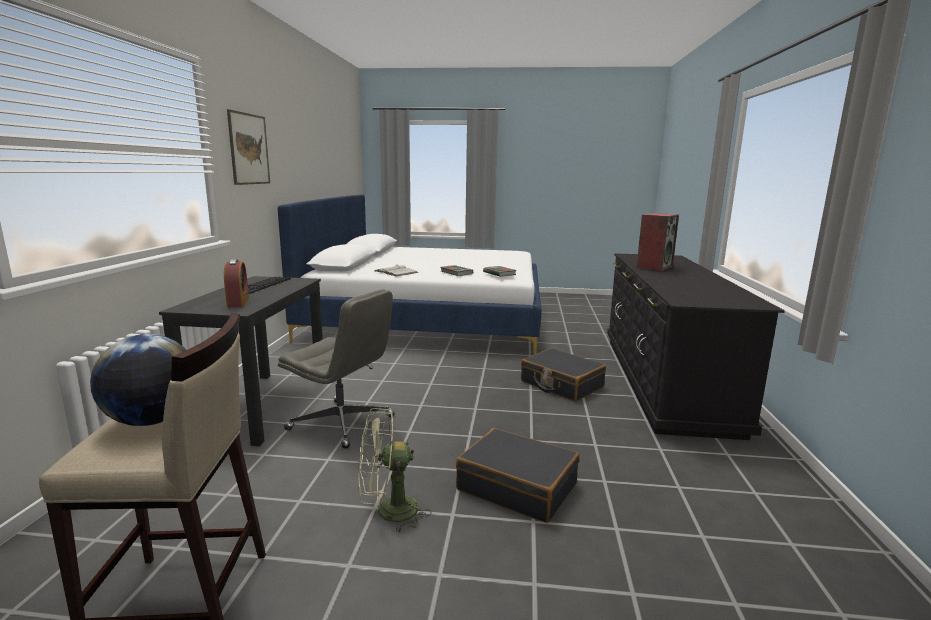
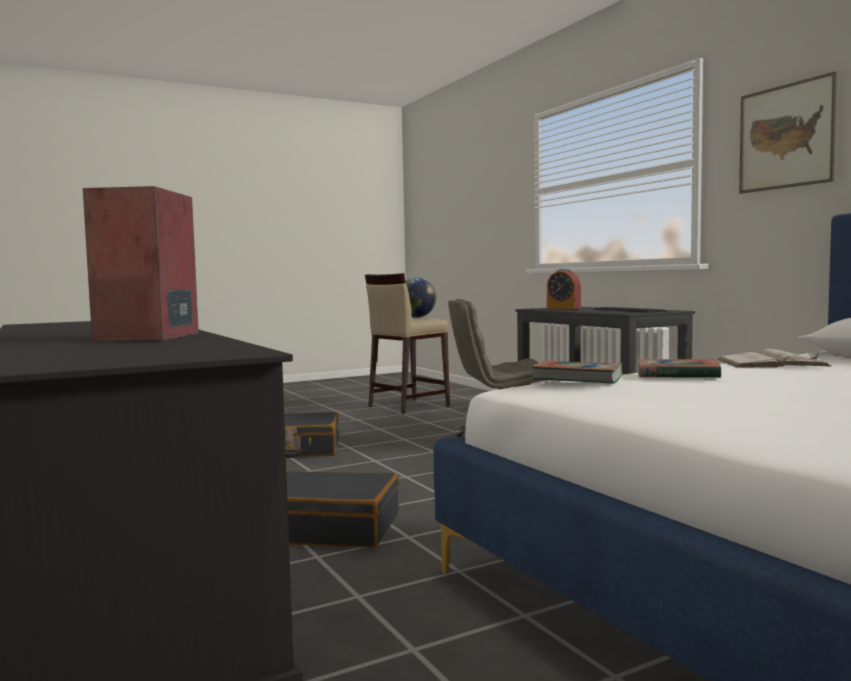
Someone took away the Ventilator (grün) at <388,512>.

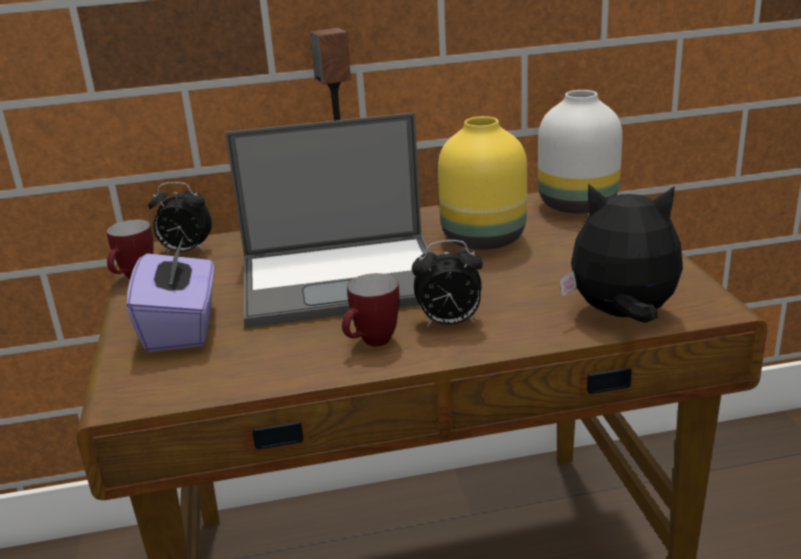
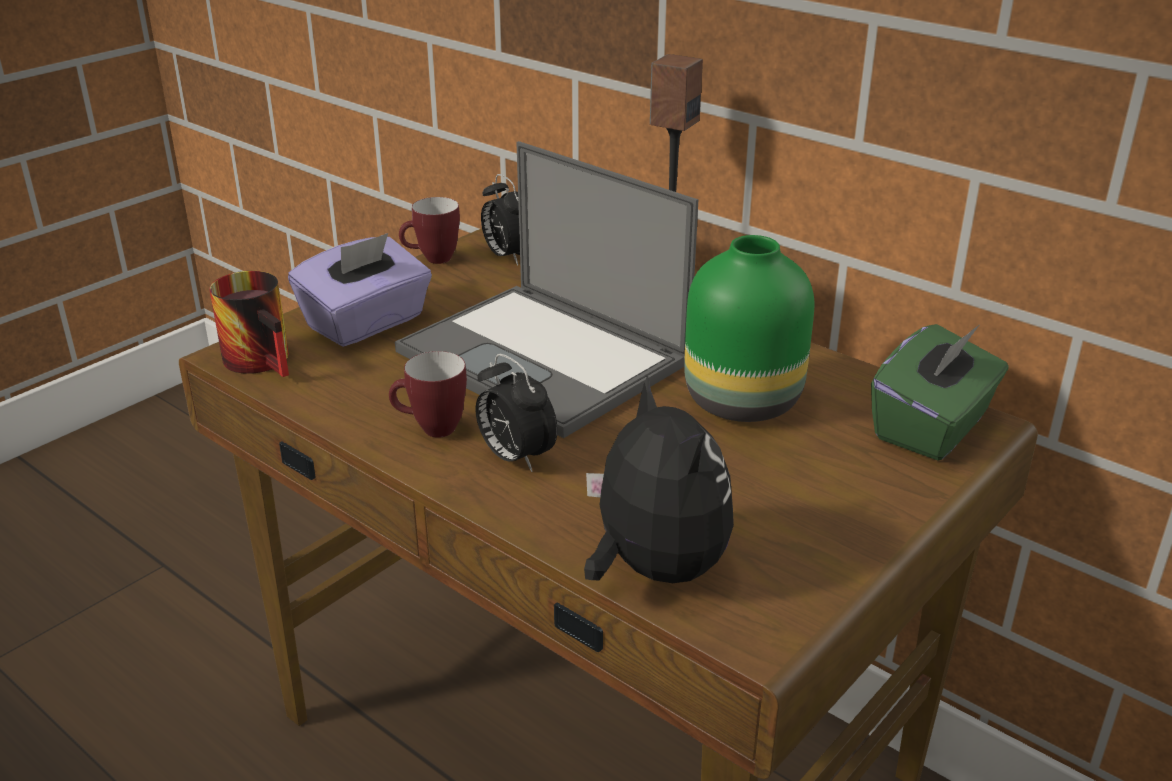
Someone swapped the Vase (weiß) at <575,204> for the Taschentuchbox (grün) at <933,427>. Someone repainted the Vase (gelb) at <481,239>, which became the Vase (grün) at <739,400>. Someone put down the Henkelbecher at <267,360>.

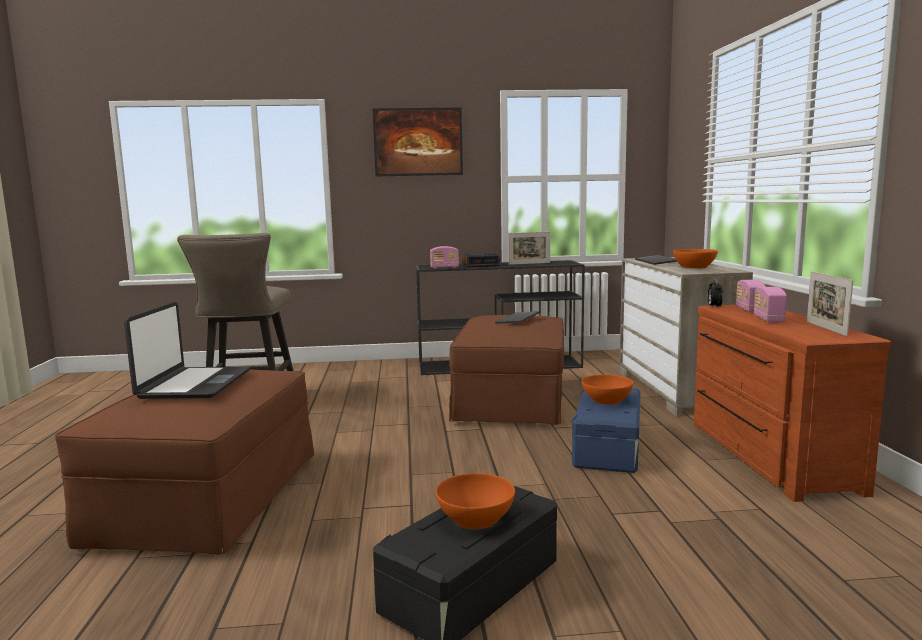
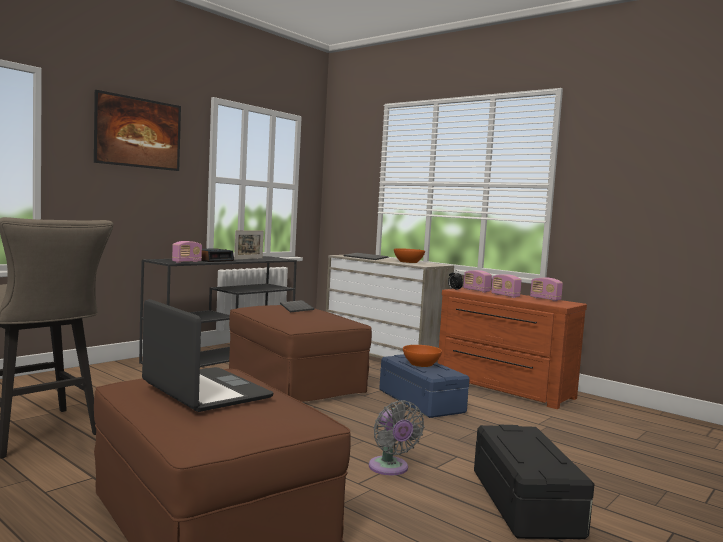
Someone swapped the Bilderrahmen at <826,328> for the Radio at <545,299>. Someone took away the Schüssel (orange) at <476,518>. Someone put down the Ventilator (grau) at <390,468>.

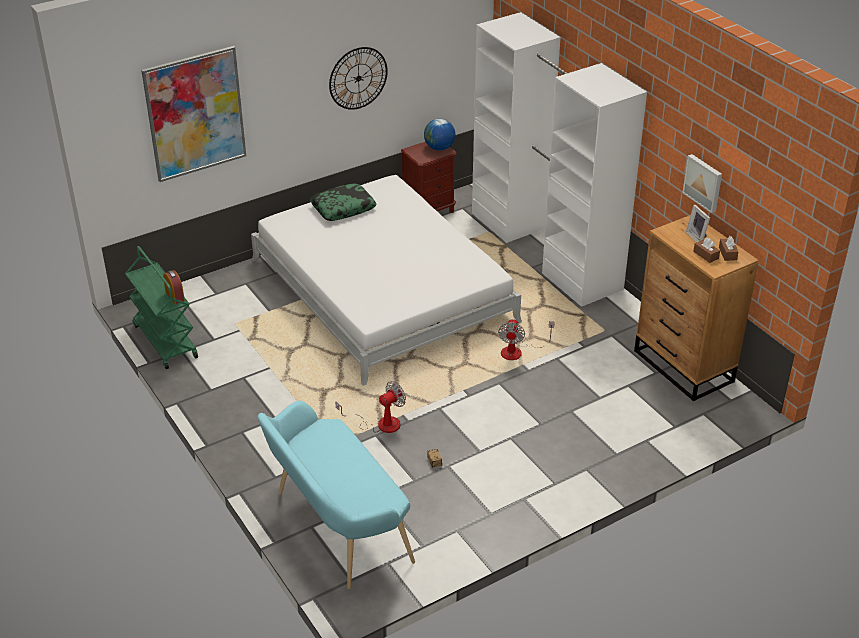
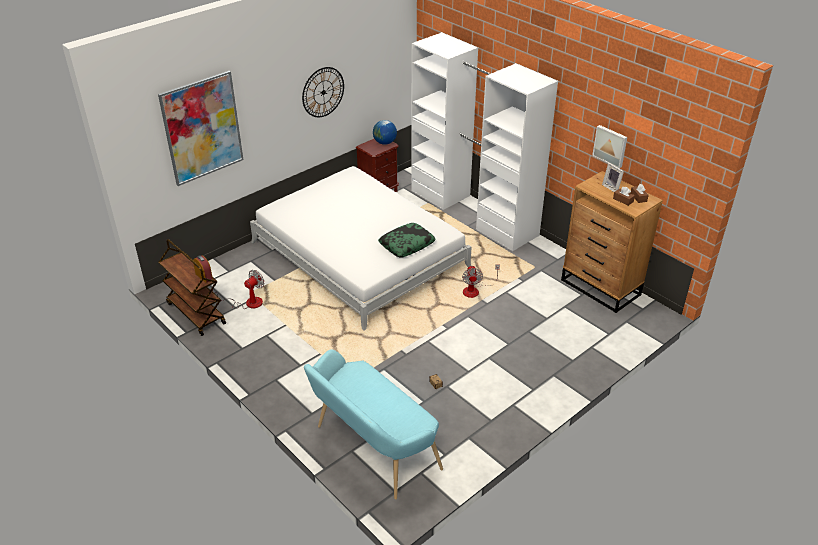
Someone carried the Kissen from <343,208> to <407,244>. Someone repainted the Rollwagen (grün) at <164,341>, which became the Rollwagen (braun) at <195,313>. Someone carried the Ventilator from <380,424> to <248,303>.

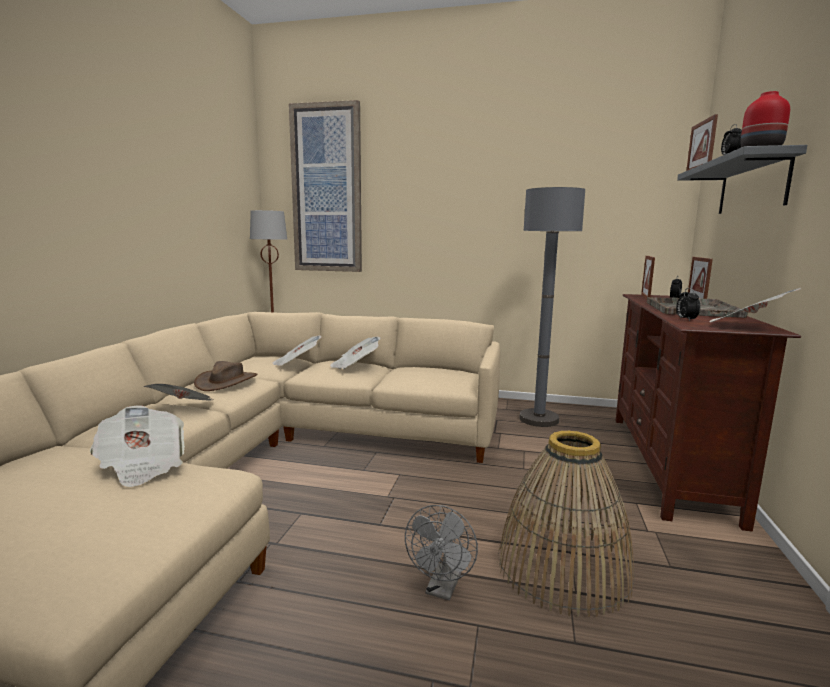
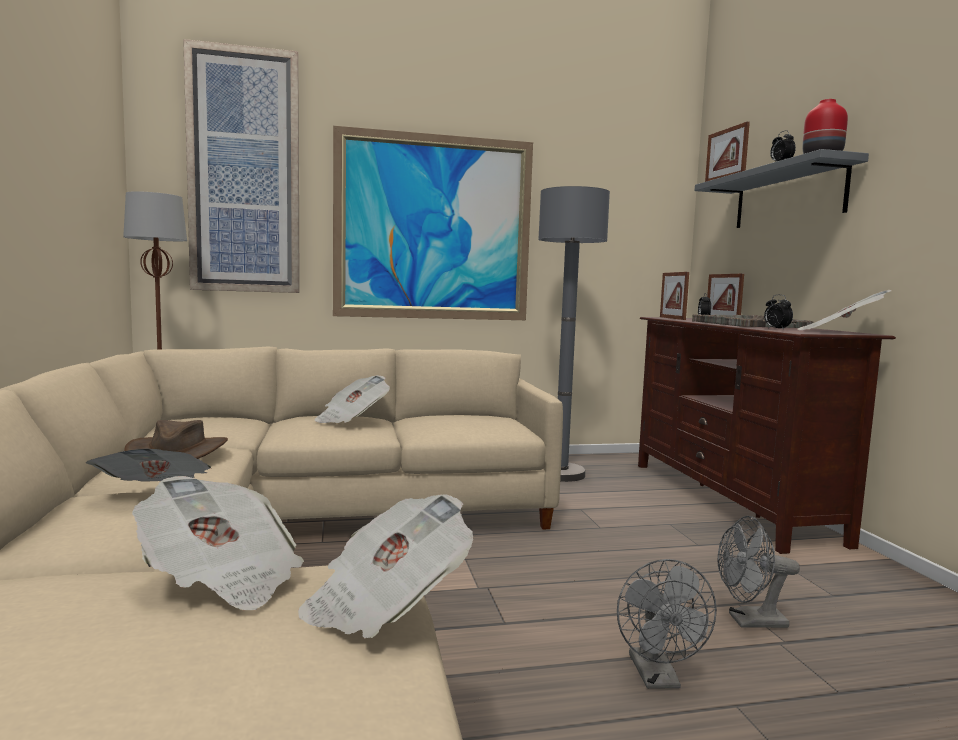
Someone carried the Zeitung from <296,363> to <385,603>. Someone swapped the Korb at <563,568> for the Ventilator (grau) at <749,621>. Someone put up the Bild at <434,228>.

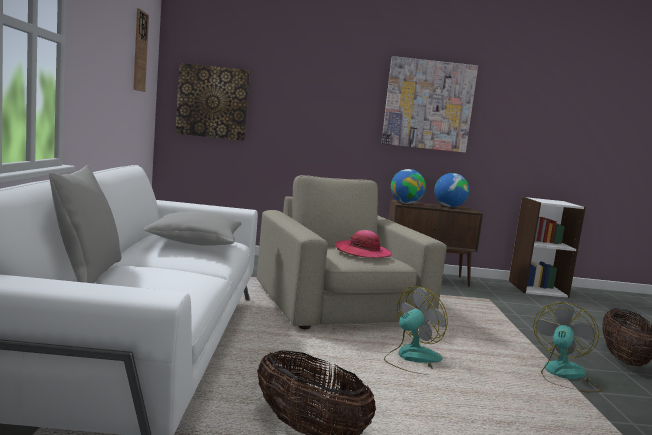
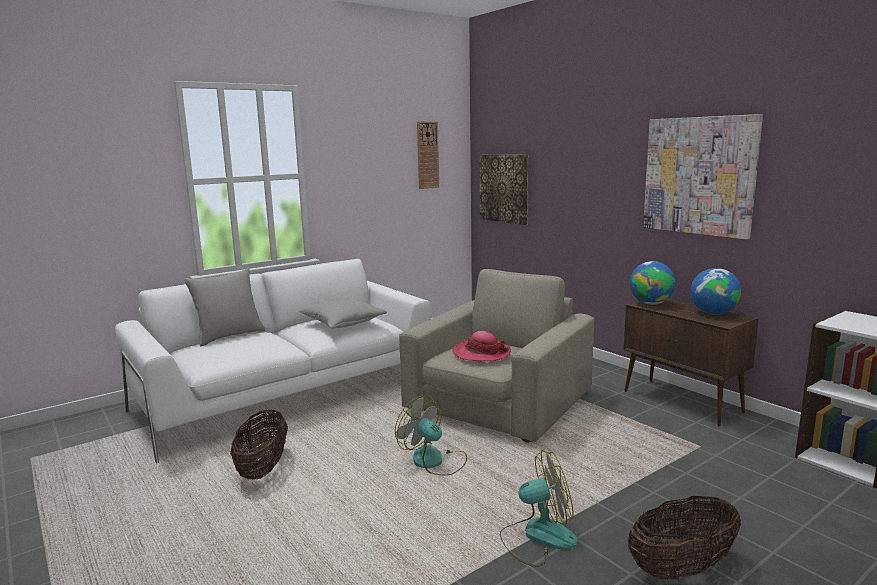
Someone rotated the Ventilator at <412,359> by 150 degrees counterclockwise.

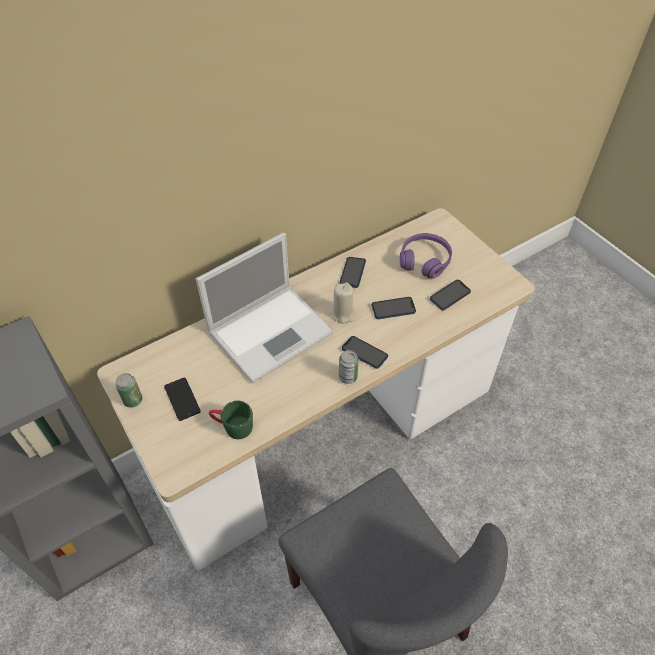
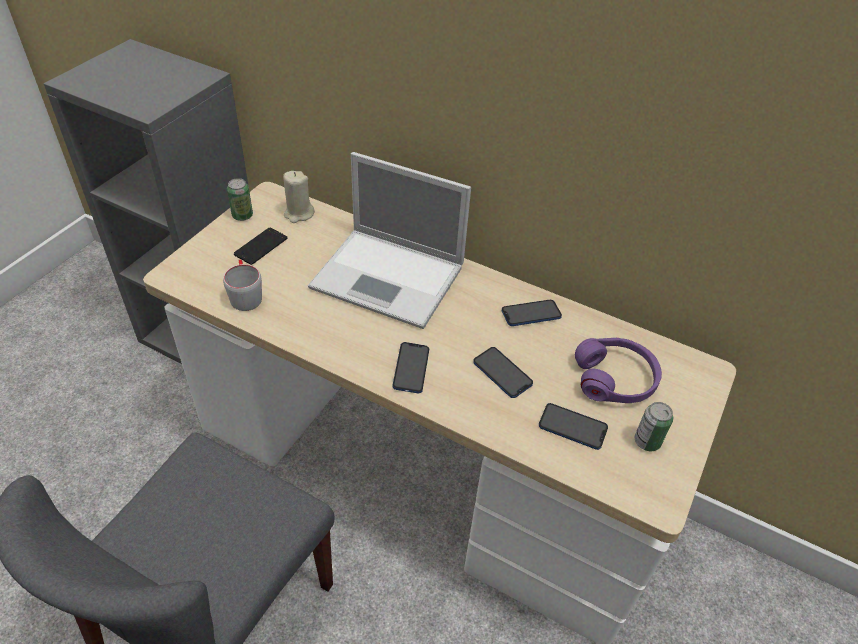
Someone carried the Kerze (beige) from <343,314> to <298,214>. Someone carried the Dose from <348,377> to <647,441>. Someone repainted the Henkelbecher (grün) at <232,427>, which became the Henkelbecher (grau) at <245,294>.

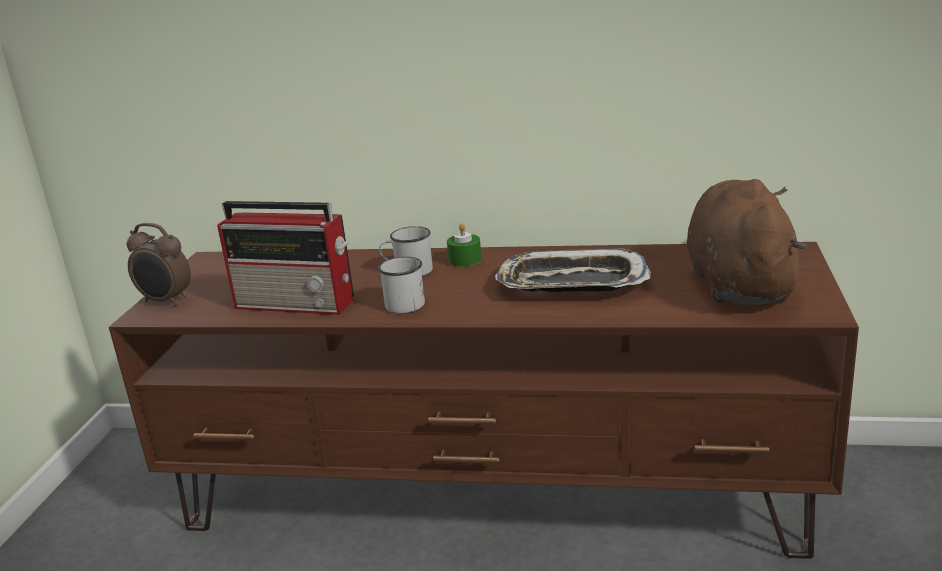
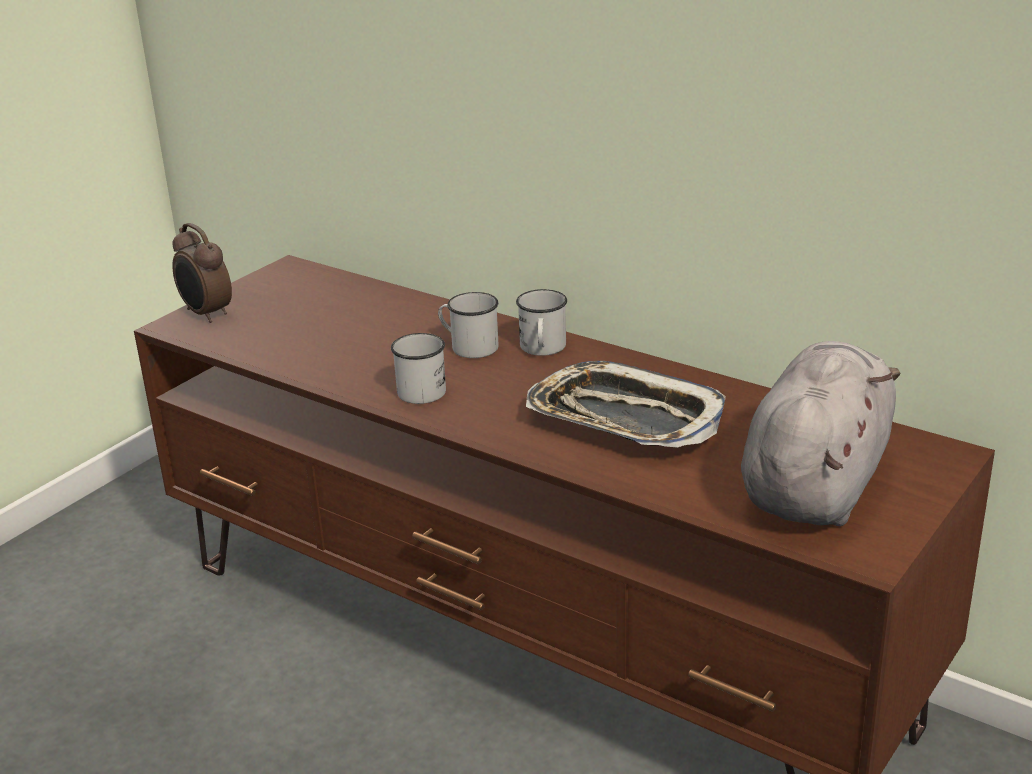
Someone repainted the Plüschtier (braun) at <739,284>, which became the Plüschtier (grau) at <816,482>. Someone took away the Radio at <297,303>. Someone swapped the Kerze (grün) at <465,260> for the Henkelbecher (weiß) at <542,349>.

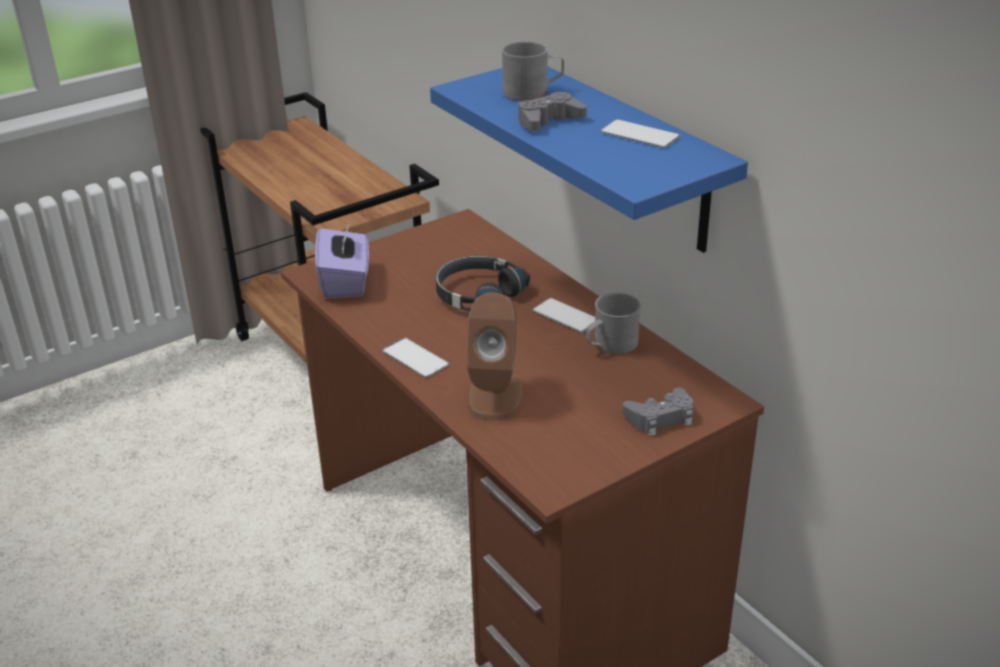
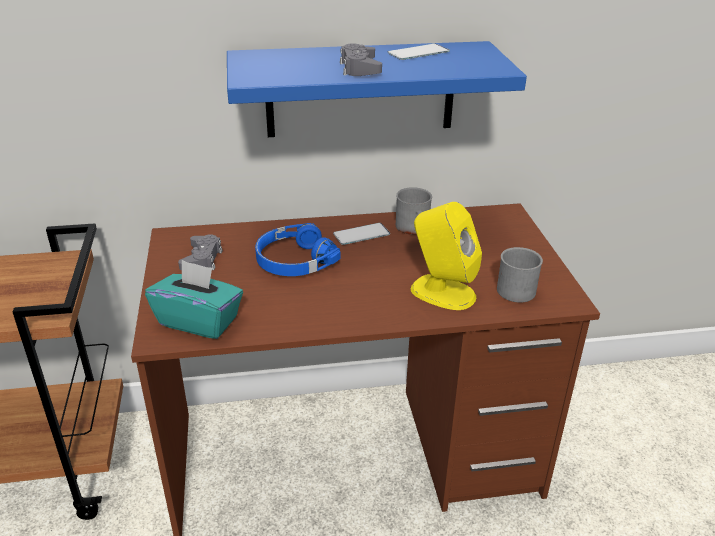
Someone carried the Henkelbecher (grau) from <532,92> to <516,287>. Someone repainted the Taschentuchbox (lila) at <345,282>, which became the Taschentuchbox (türkis) at <199,321>. Someone repainted the Kopfhörer (schwarz) at <478,295>, which became the Kopfhörer (blau) at <294,261>. Someone repainted the Lautsprecher (braun) at <495,395>, which became the Lautsprecher (gelb) at <442,292>. Someone took away the Handy at <415,358>. Someone carried the Gamepad (grau) from <660,417> to <202,259>.

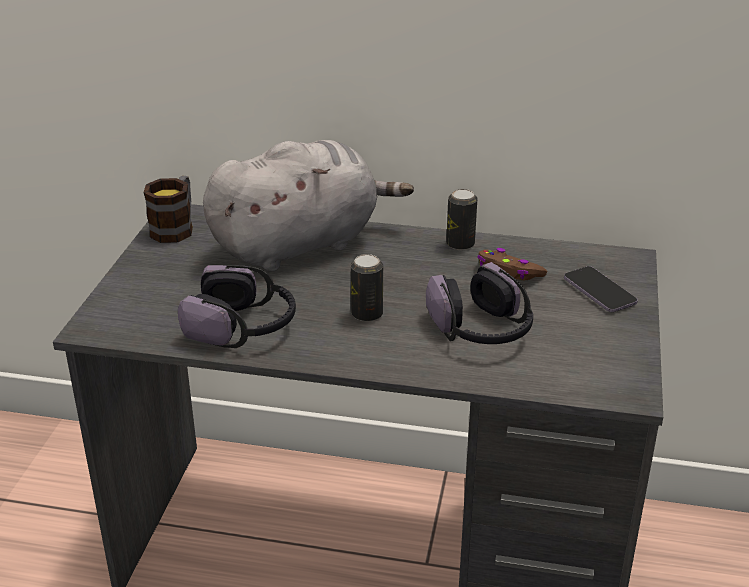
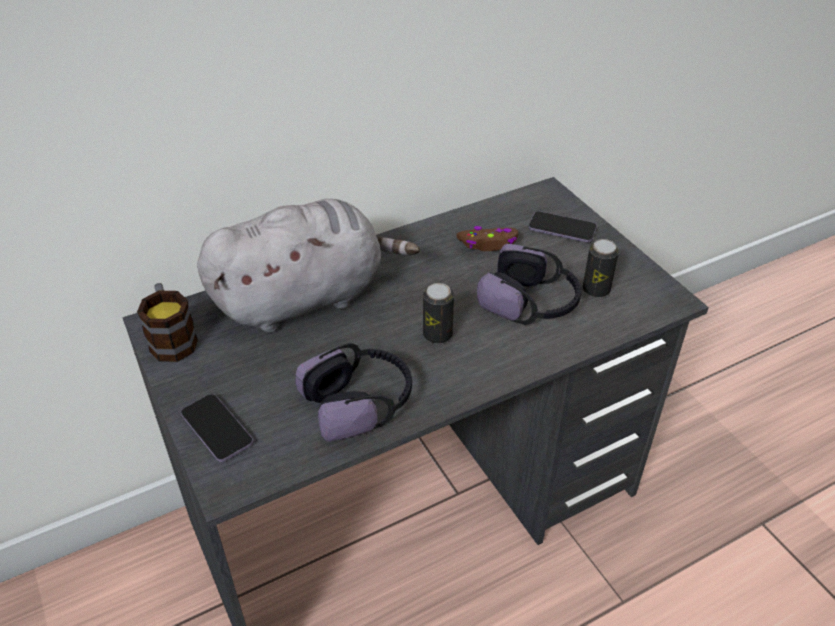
Someone rotated the Plüschtier (grau) at <301,244> by 45 degrees clockwise. Someone carried the Dose from <460,244> to <596,289>. Someone put down the Handy at <217,429>.

